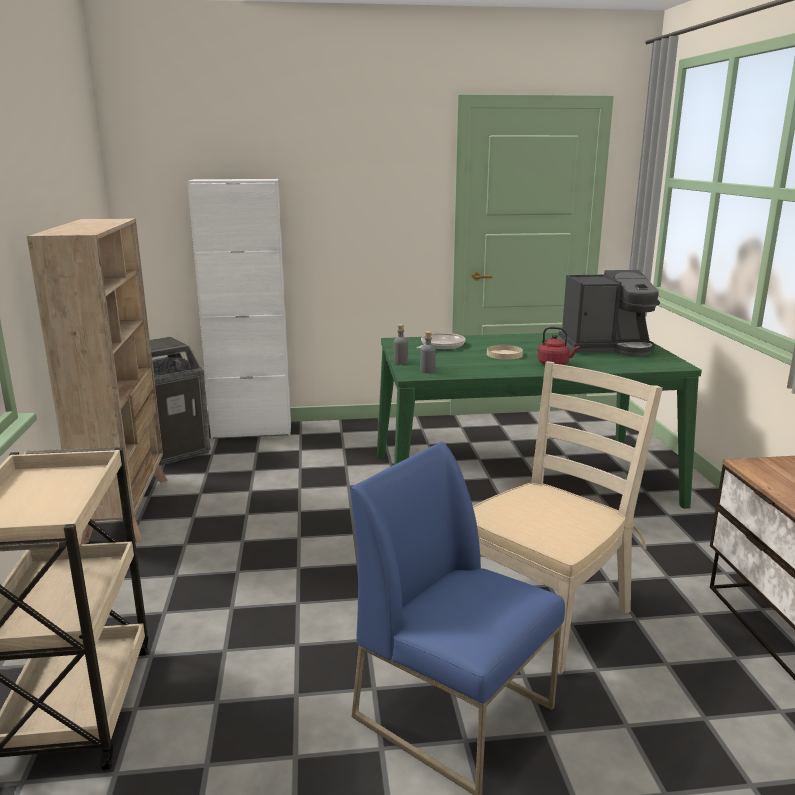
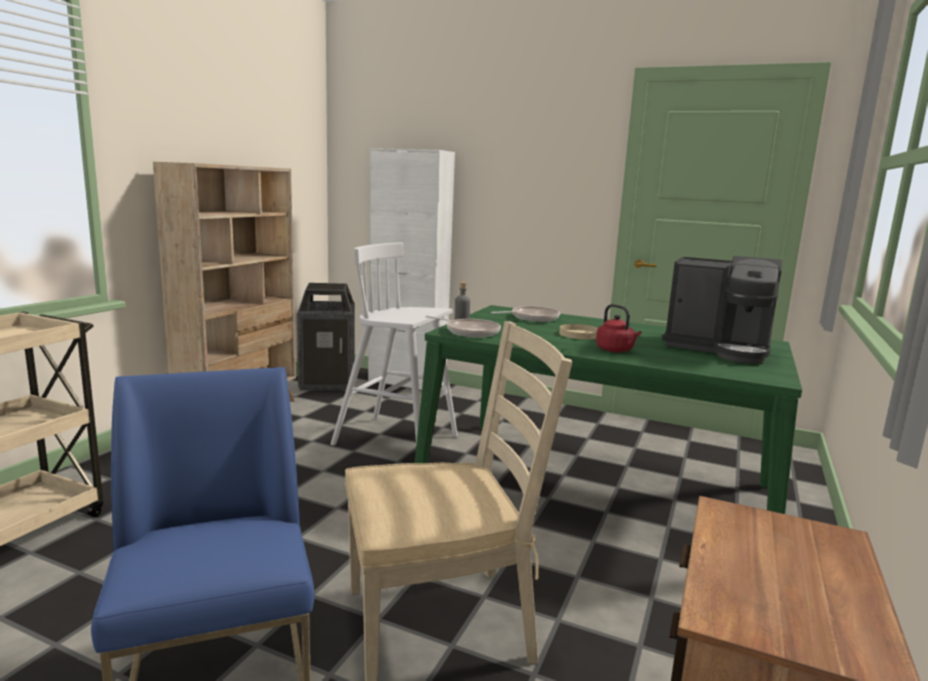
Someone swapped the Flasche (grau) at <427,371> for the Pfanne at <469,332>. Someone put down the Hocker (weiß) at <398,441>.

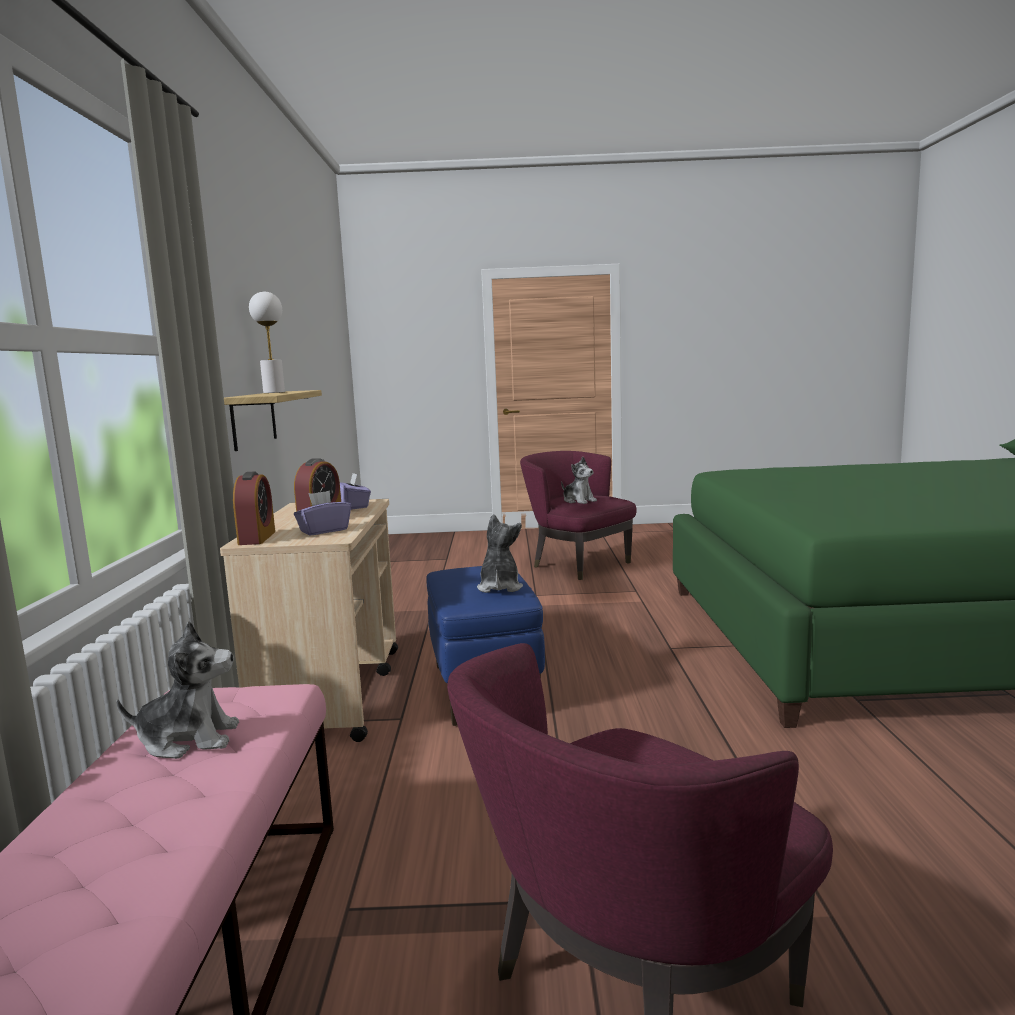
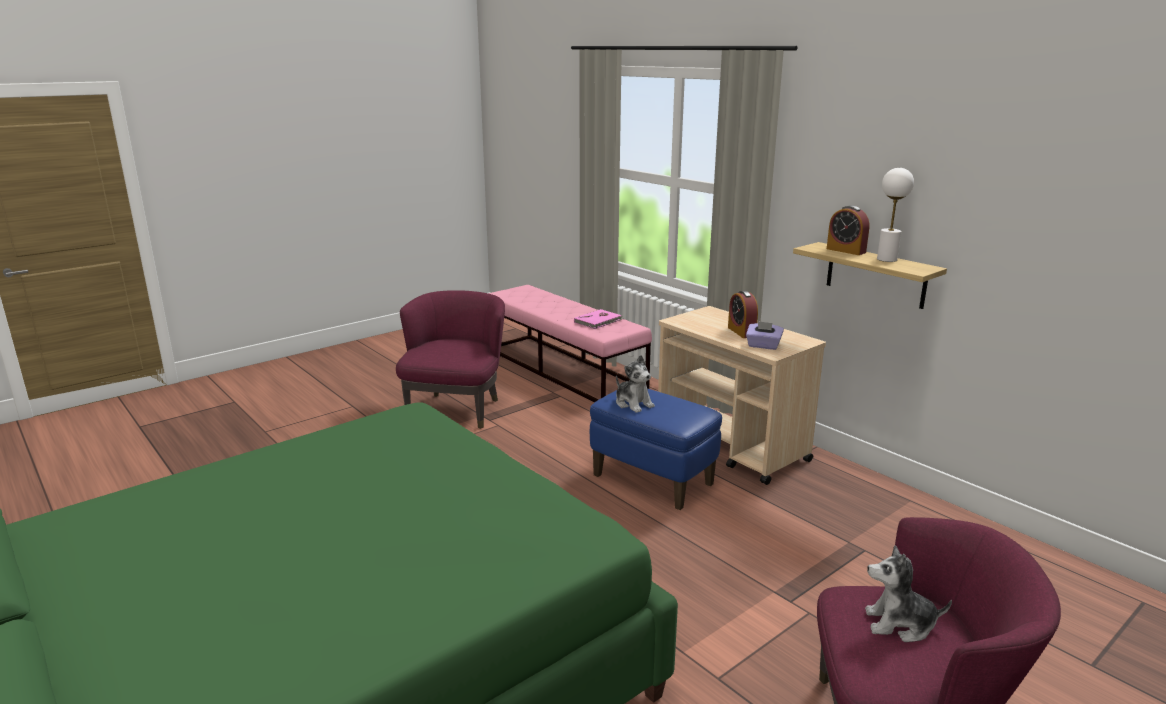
Someone carried the Wecker from <257,538> to <846,250>. Someone took away the Taschentuchbox (lila) at <324,530>. Someone swapped the Plüschtier at <189,739> for the Buch (rosa) at <598,321>.

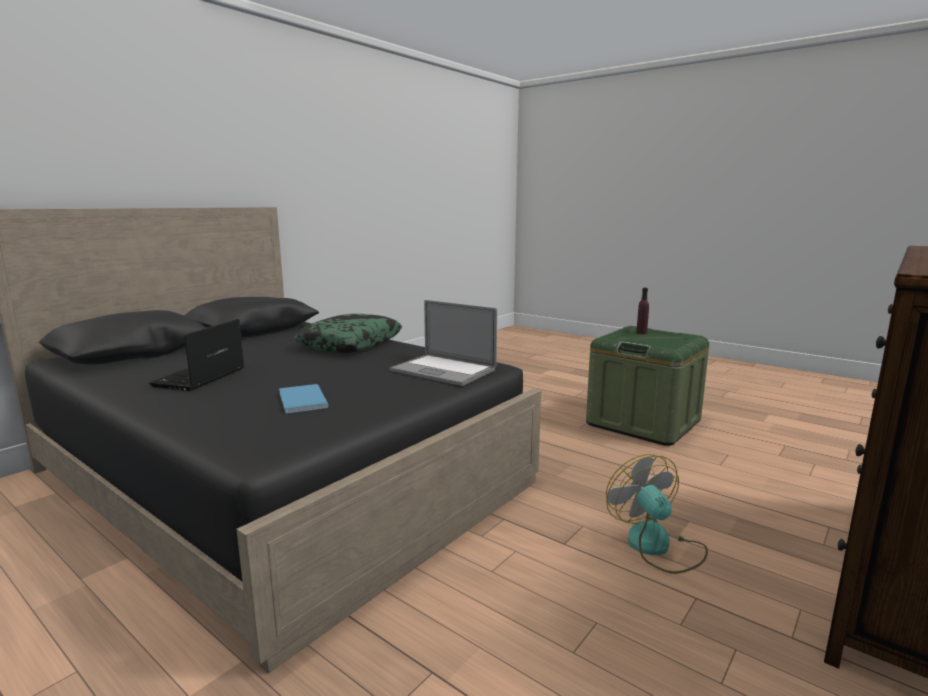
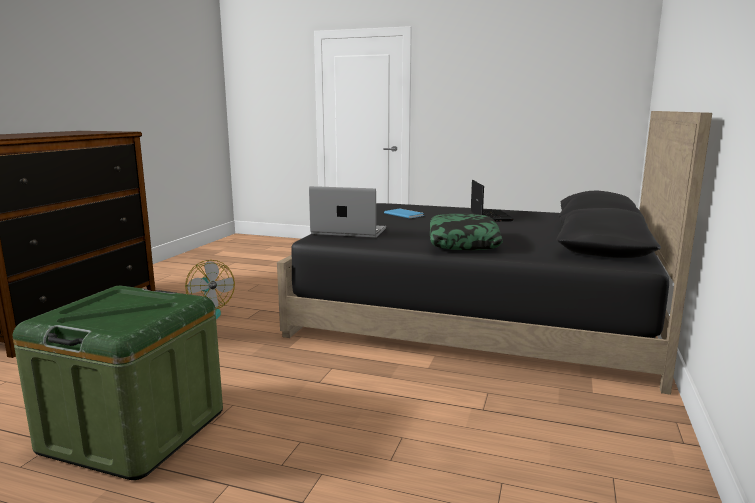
Someone took away the Flasche (lila) at <641,333>.

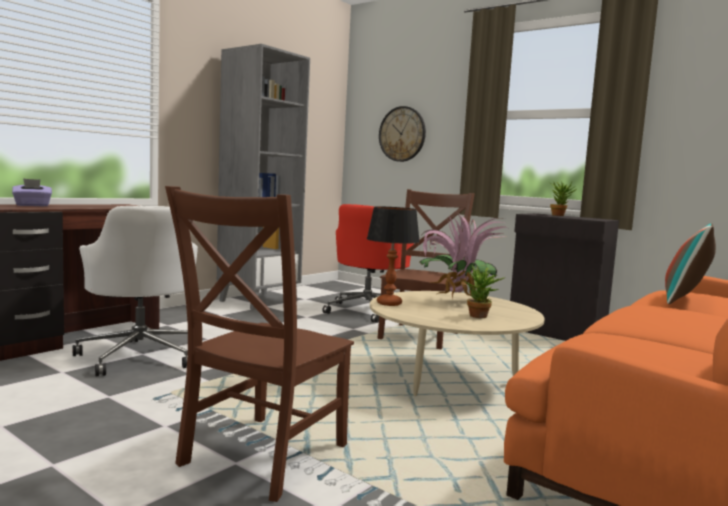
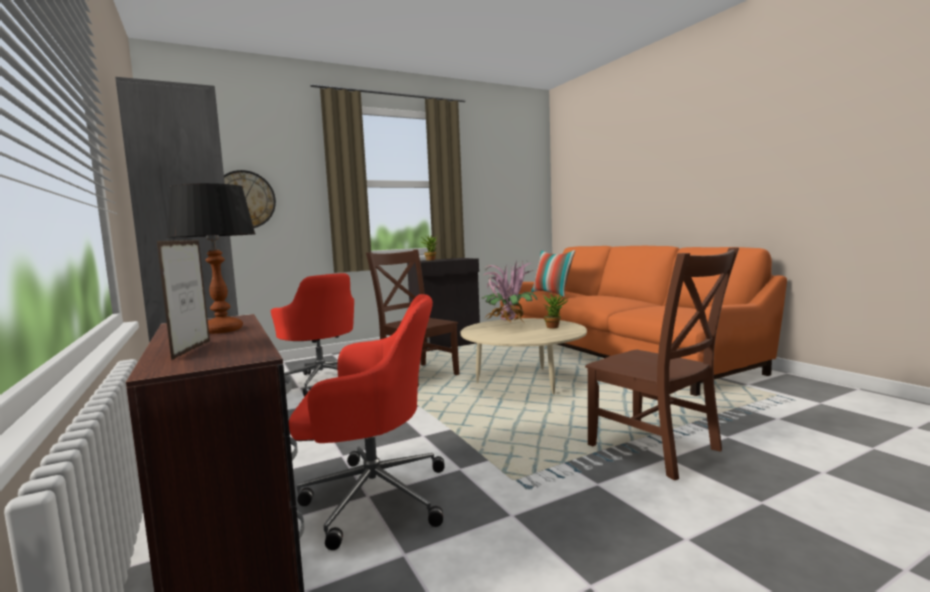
Someone swapped the Taschentuchbox (lila) at <32,205> for the Bilderrahmen at <192,350>. Someone repainted the Bürostuhl (weiß) at <141,355>, which became the Bürostuhl (rot) at <372,497>. Someone carried the Tischlampe from <388,303> to <222,330>.

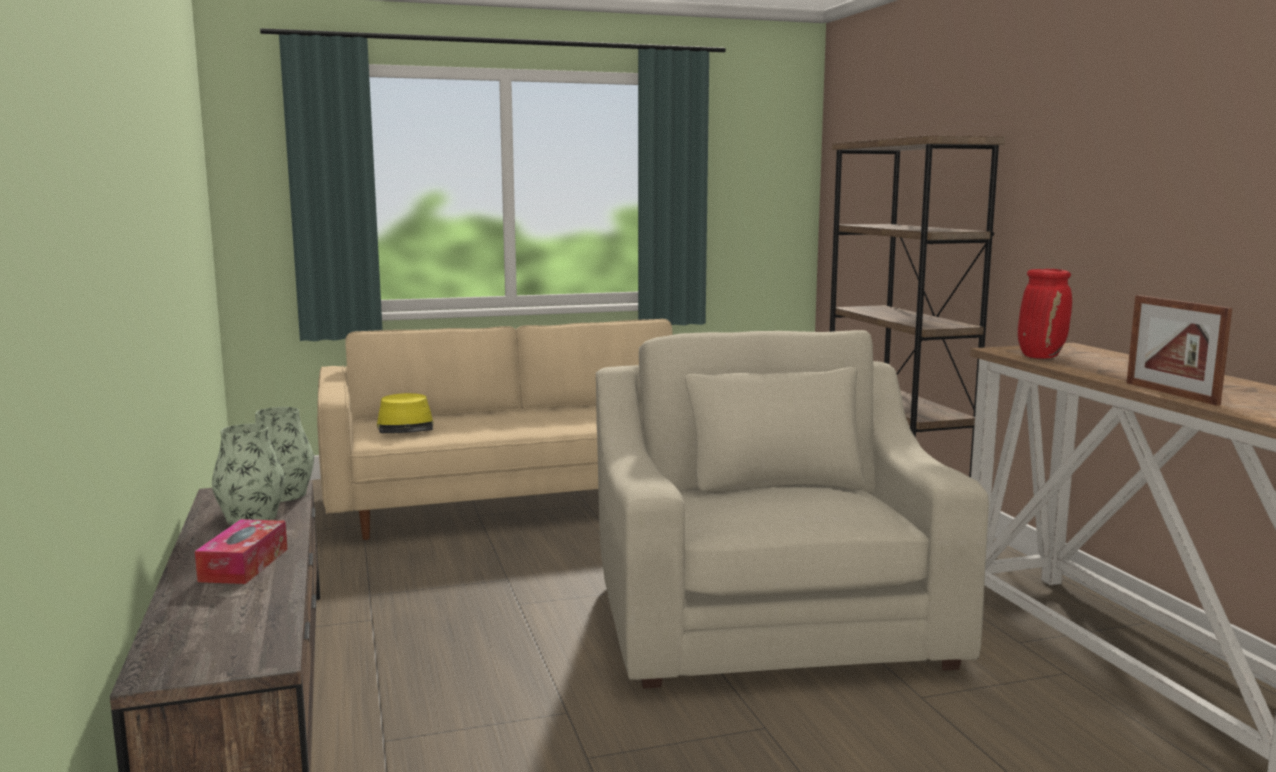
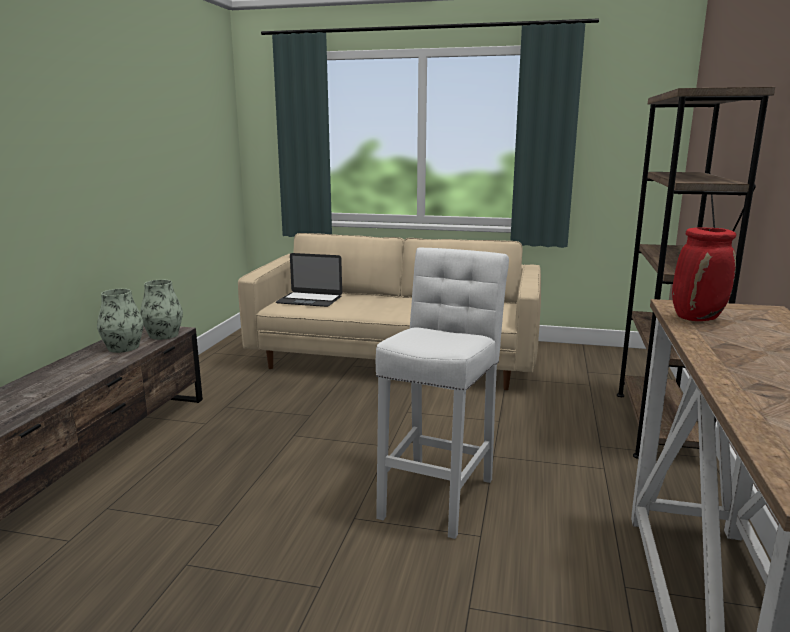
Someone took away the Bilderrahmen at <1171,393>. Someone swapped the Sessel (beige) at <768,617> for the Hocker (weiß) at <438,493>. Someone swapped the Hut (gelb) at <406,427> for the Laptop at <309,299>. Someone took away the Taschentuchbox at <244,565>.

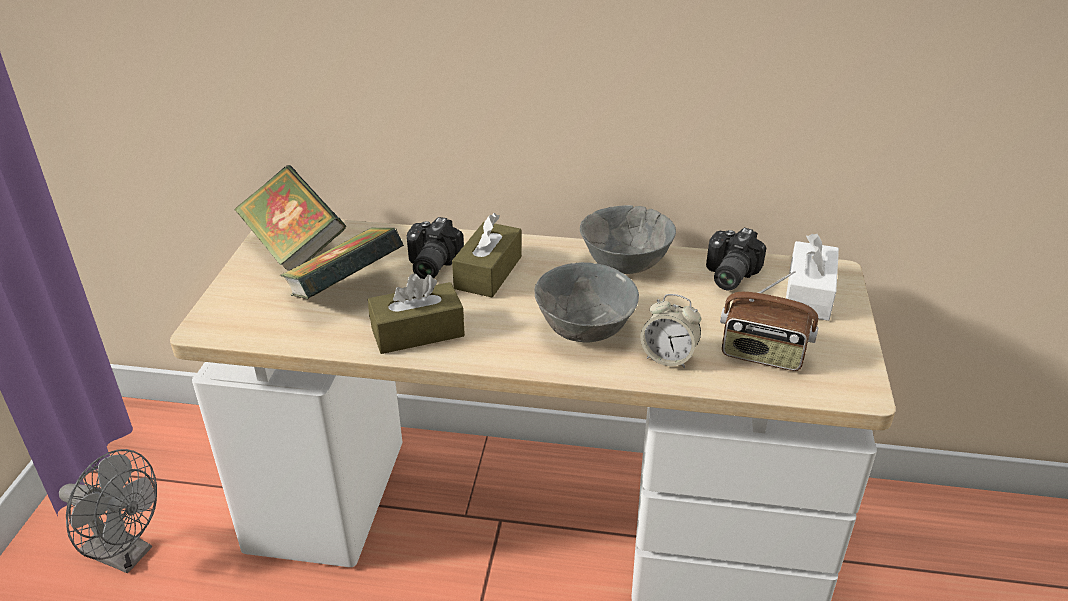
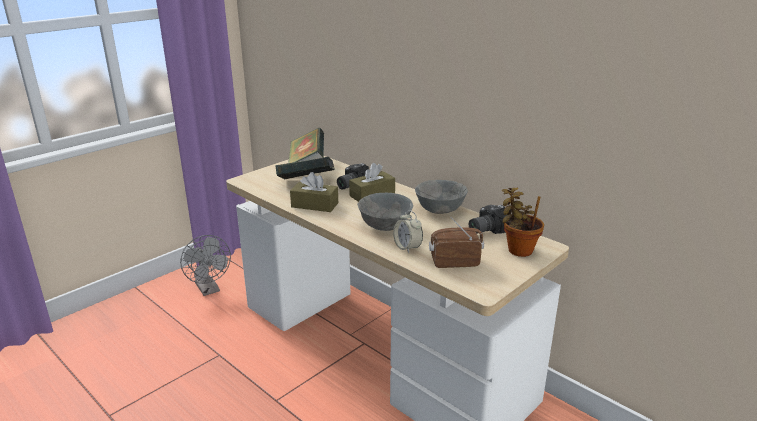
Someone swapped the Taschentuchbox (weiß) at <808,294> for the Topfpflanze at <517,249>. Someone rotated the Radio at <762,355> by 120 degrees clockwise.

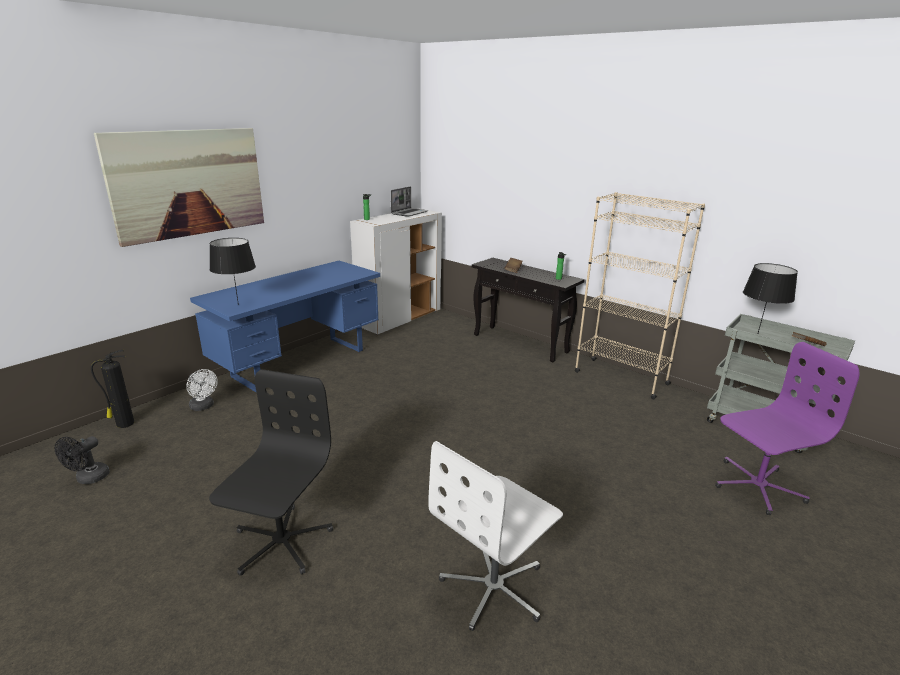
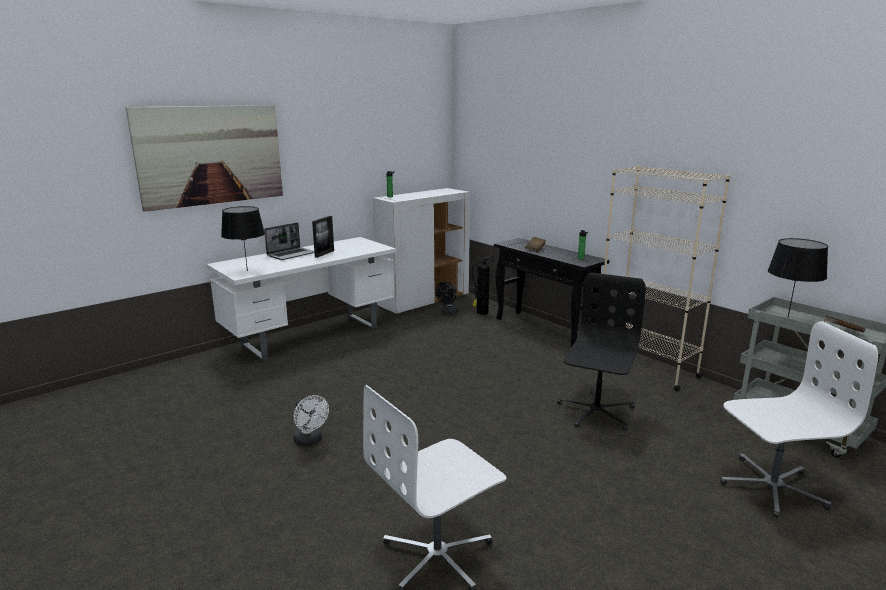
Someone carried the Laptop from <409,213> to <291,254>. Someone repainted the Schreibtisch (blau) at <300,363>, which became the Schreibtisch (weiß) at <311,336>. Someone repainted the Bürostuhl (lila) at <756,486>, which became the Bürostuhl (weiß) at <771,487>. Someone carried the Feuerlöscher from <124,424> to <481,313>. Someone carried the Ventilator (weiß) from <204,407> to <310,441>. Someone carried the Bürostuhl (schwarz) from <281,542> to <595,411>. Someone carried the Ventilator (schwarz) from <88,479> to <448,312>. Someone put down the Bilderrahmen at <324,254>.

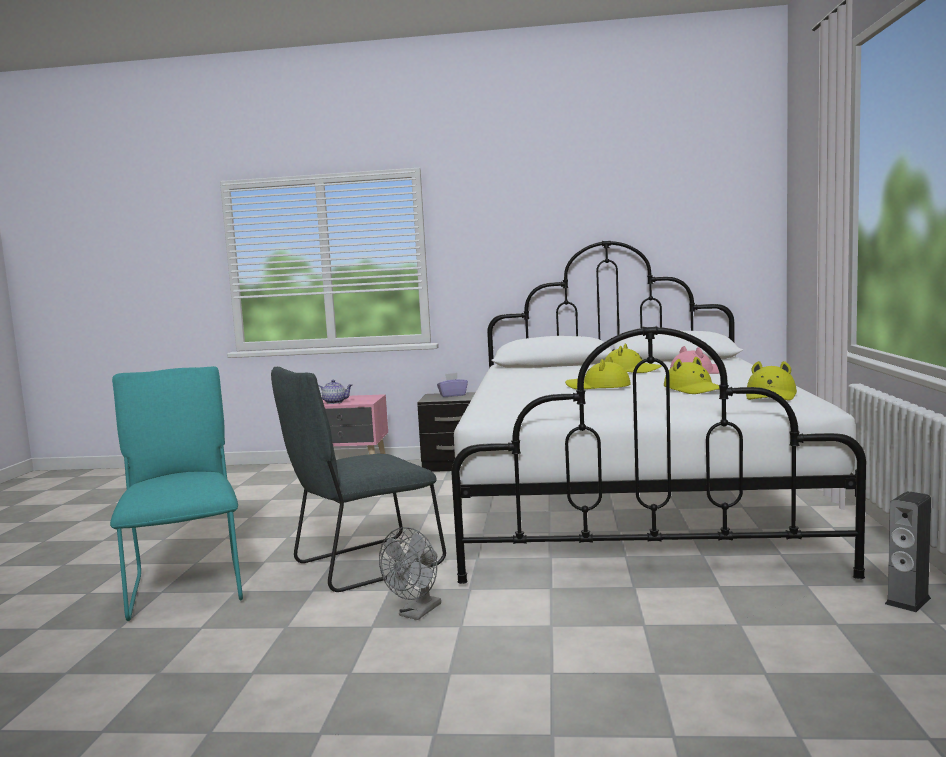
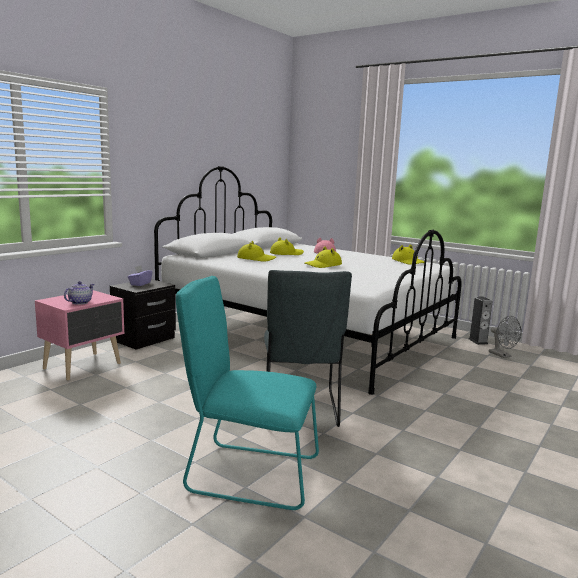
Someone carried the Hut (gelb) from <694,389> to <256,259>. Someone carried the Ventilator (grau) from <416,613> to <502,355>.

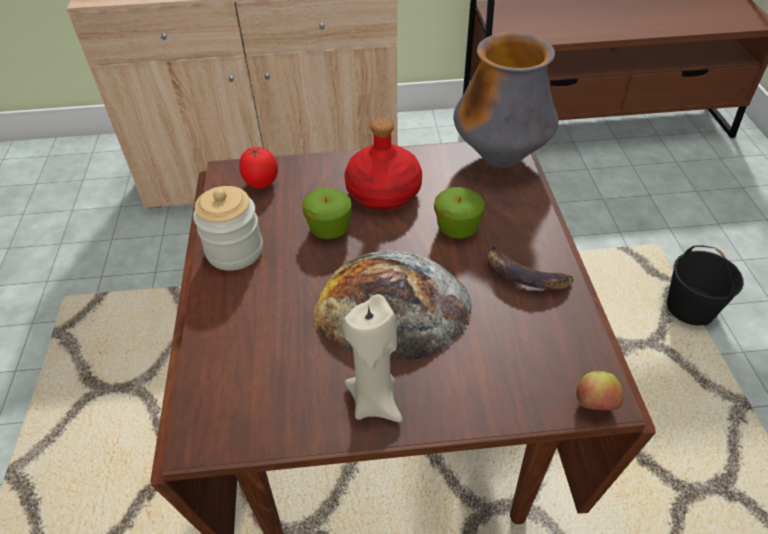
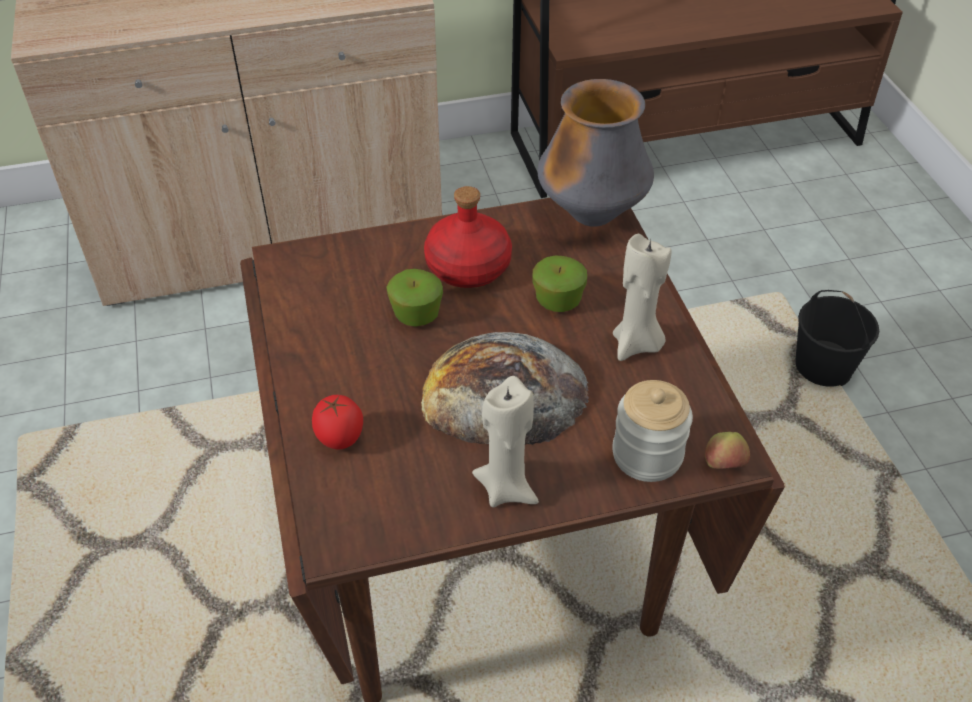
Someone carried the Tomate from <261,183> to <340,439>. Someone carried the Vorratsglas from <235,251> to <647,454>. Someone swapped the Banane at <523,275> for the Kerze (beige) at <636,345>.

